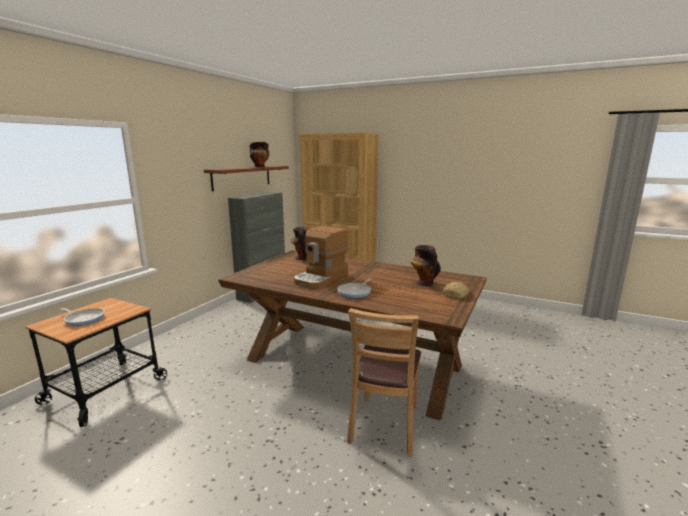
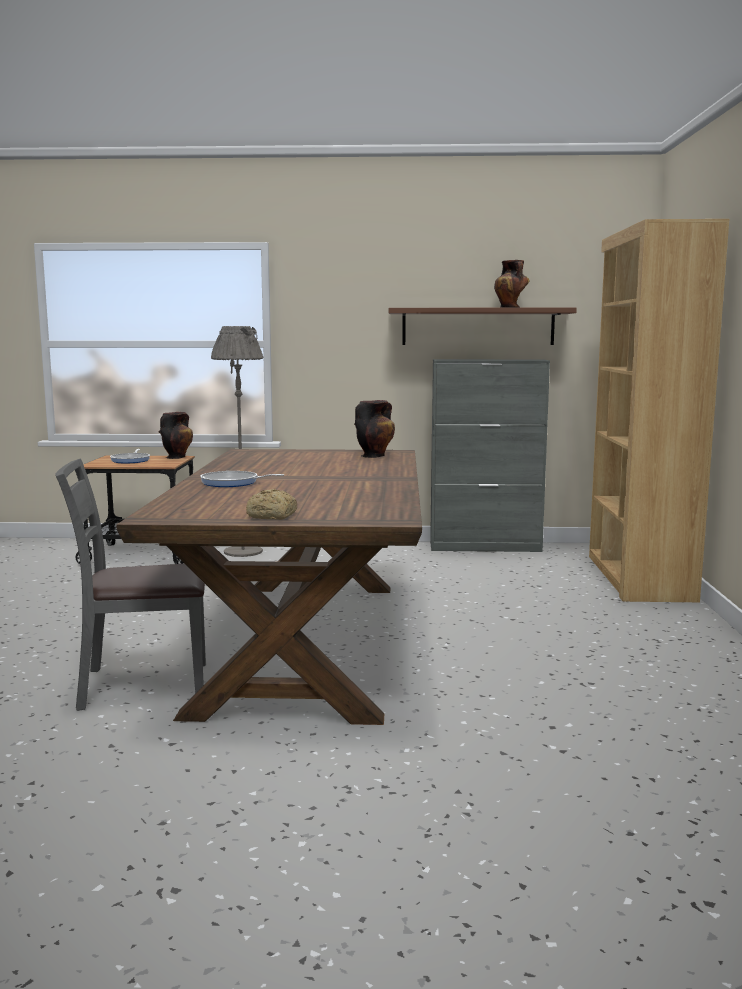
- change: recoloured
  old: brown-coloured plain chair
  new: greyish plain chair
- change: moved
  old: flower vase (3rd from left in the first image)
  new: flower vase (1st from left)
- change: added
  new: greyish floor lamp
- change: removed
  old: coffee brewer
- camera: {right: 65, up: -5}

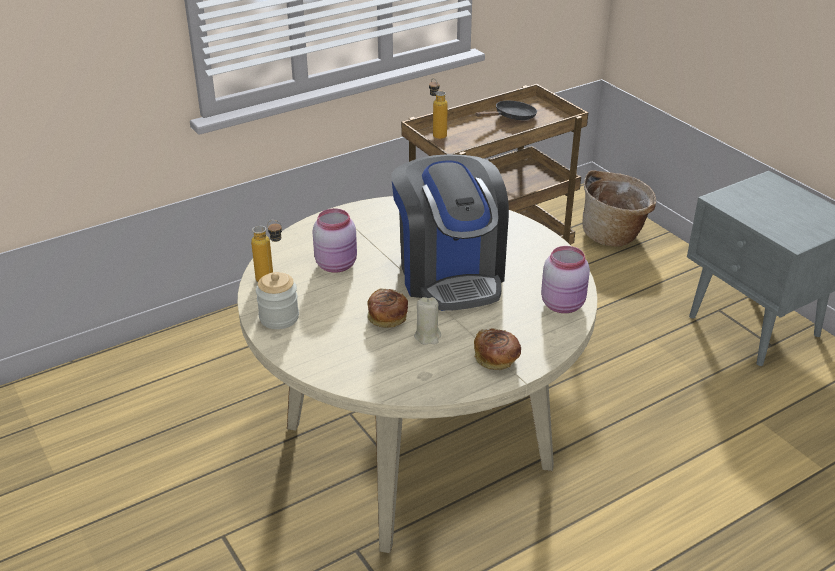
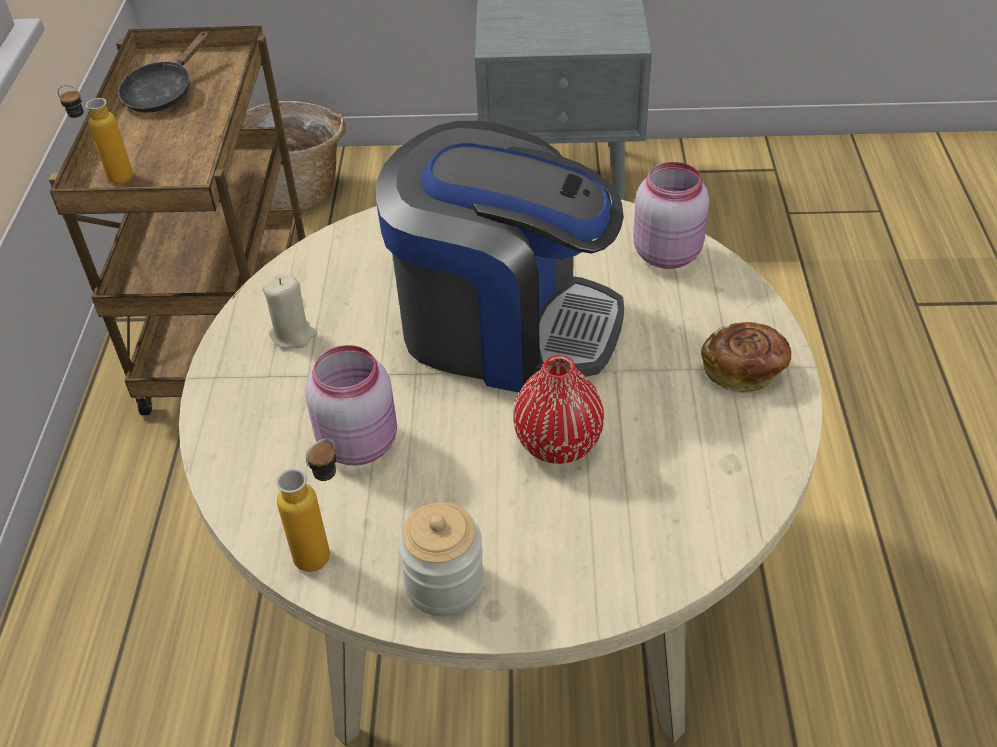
- change: turned
  old: black-coloured frying pan
  degrees: -150
- change: moved
  old: beige-coloured wax candle
- change: replaced
  old: bread (1st from left)
  new: red-coloured flower vase
- camera: {right: -55, up: 10}

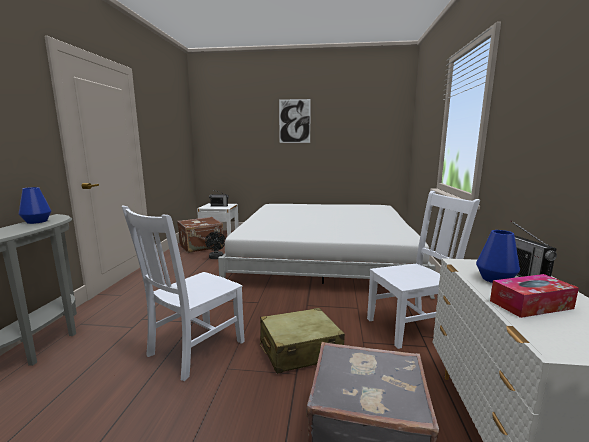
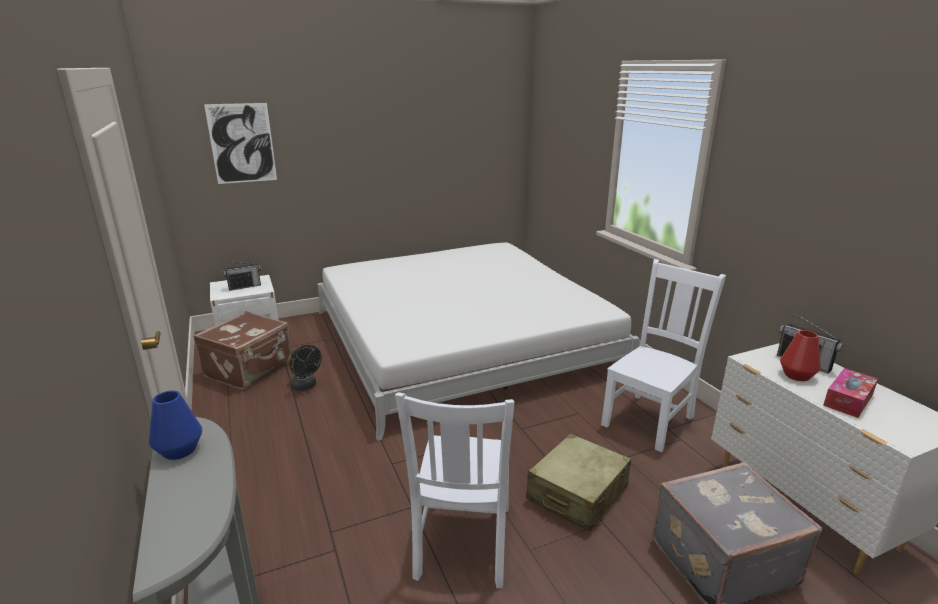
- change: moved
  old: wall picture
- change: recoloured
  old: blue flower vase (2nd from left)
  new: red-coloured flower vase
- camera: {right: -30, up: 10}

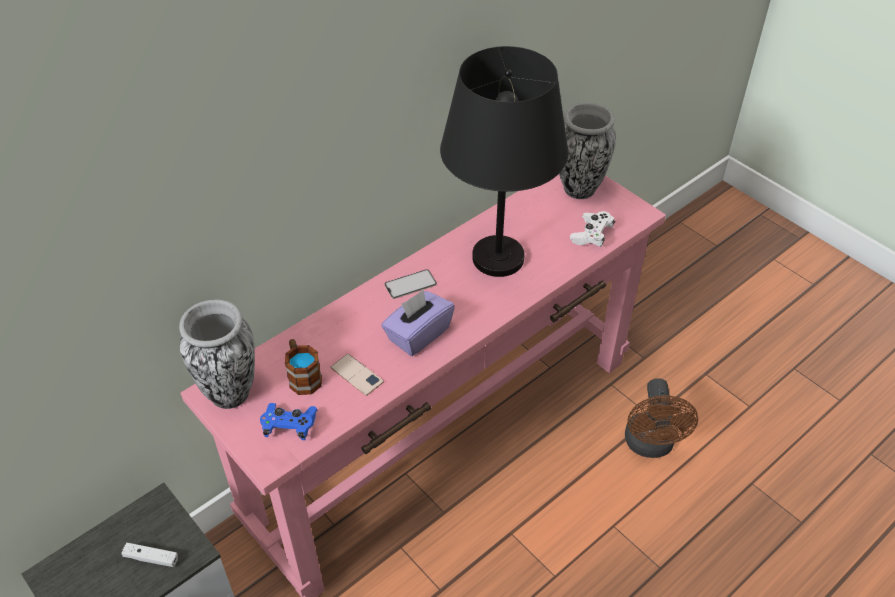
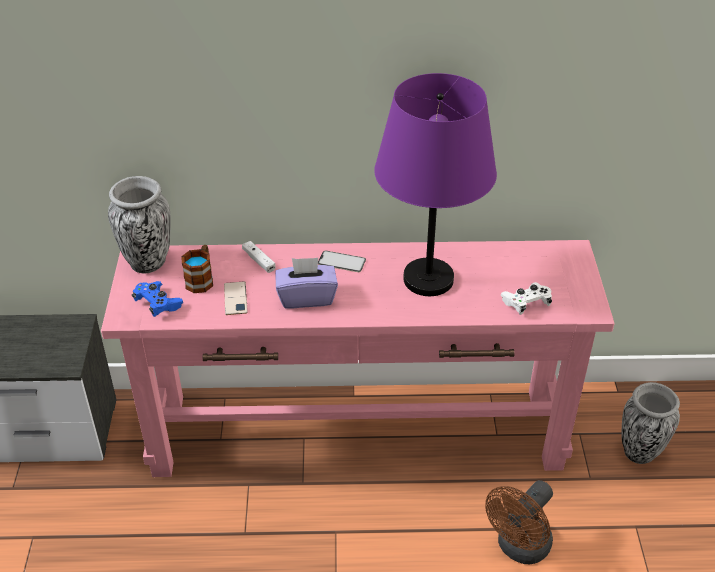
- change: moved
  old: whitish joypad (1st from left)
- change: recoloured
  old: black-coloured tabletop lamp
  new: purple tabletop lamp
- change: moved
  old: flower vase (2nd from left)
- camera: {right: 40, up: -5}

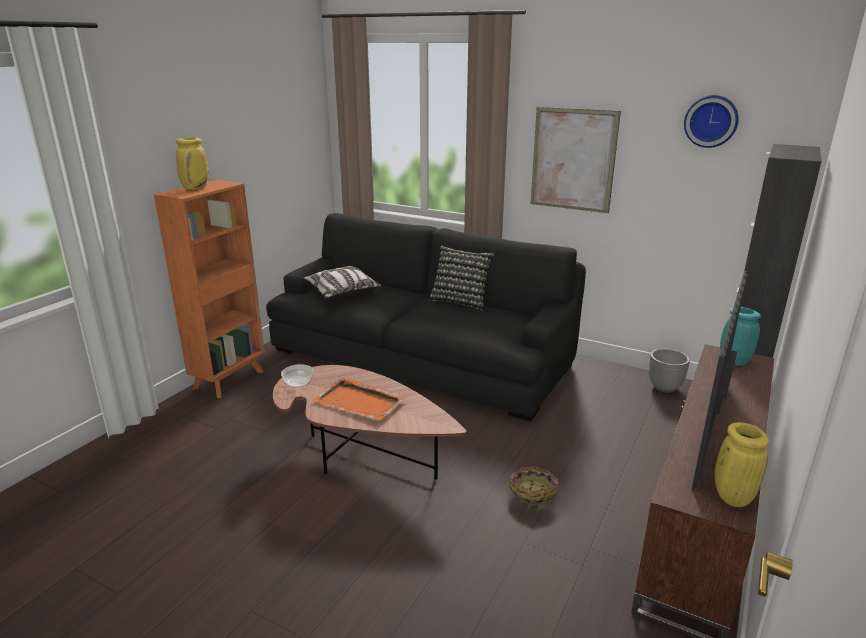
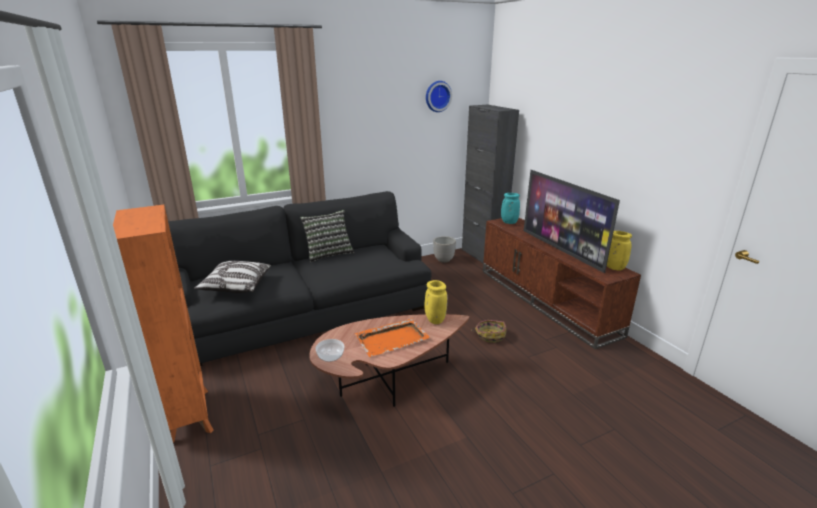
- change: moved
  old: yellowish flower vase (1st from left)
- change: removed
  old: wall picture
- camera: {right: -55, up: 0}

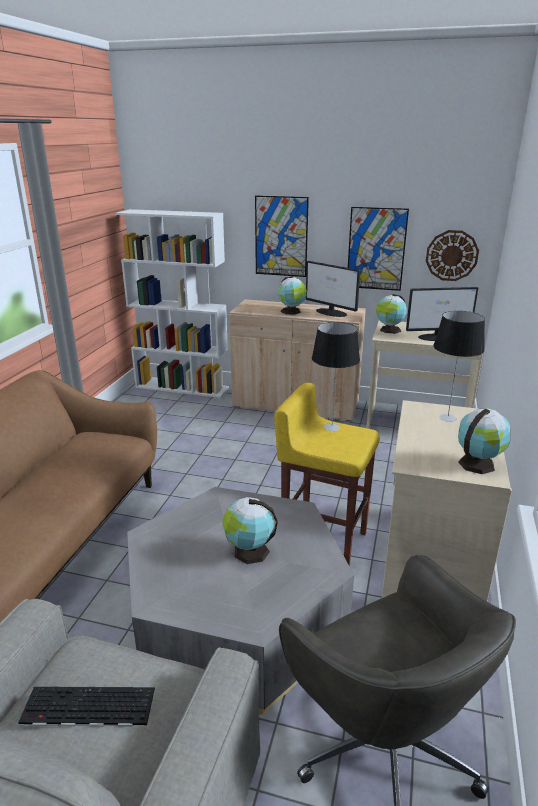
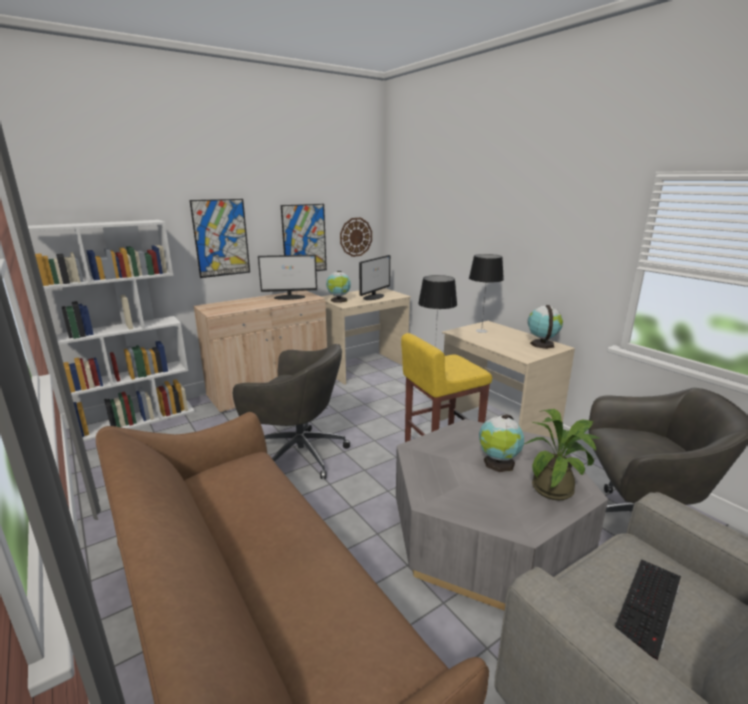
- change: added
  new: greyish desk chair (1st from left)
- change: added
  new: houseplant
- change: removed
  old: desk globe (2nd from left)
- camera: {right: -50, up: -5}

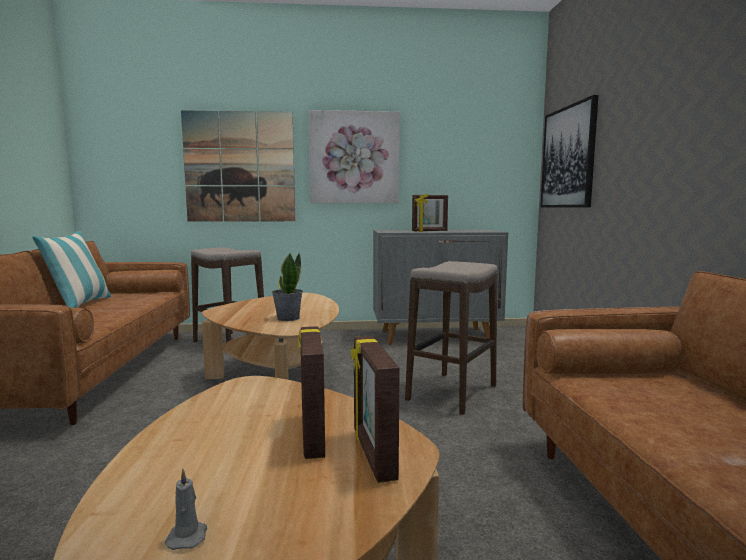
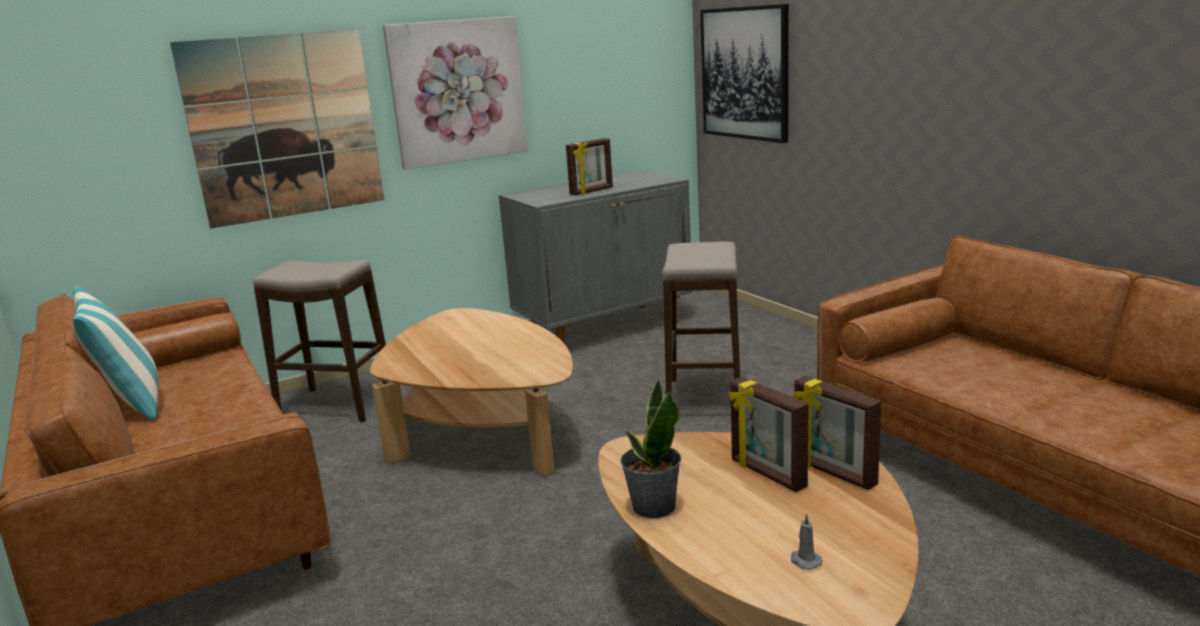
- change: moved
  old: houseplant
- camera: {right: -25, up: 10}

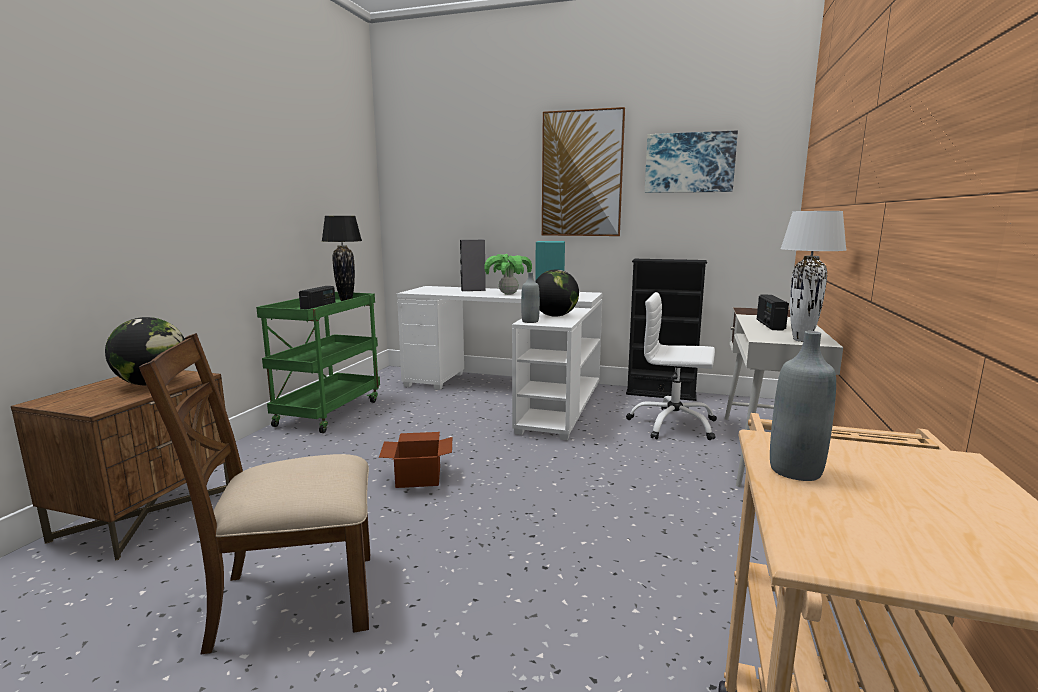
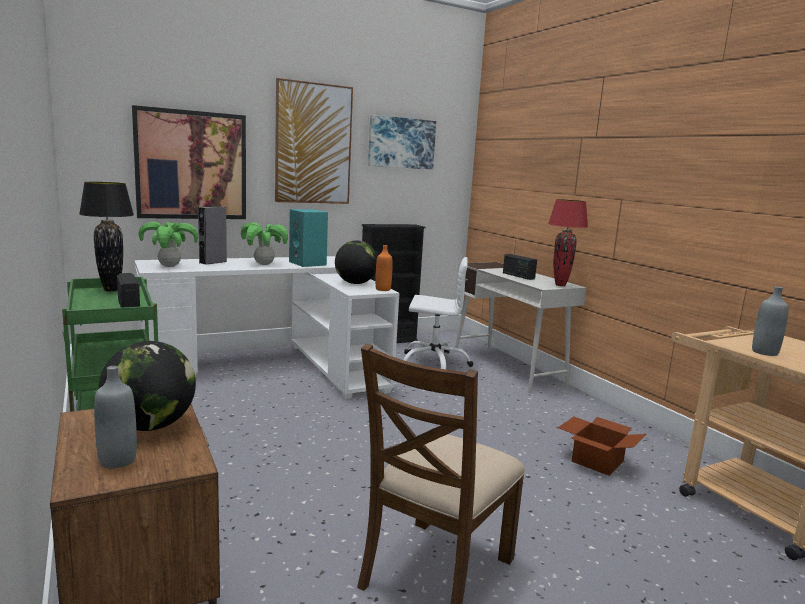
- change: moved
  old: greyish bottle (1st from left)
- change: added
  new: wall picture (1st from left)
- change: added
  new: houseplant (1st from left)
- change: added
  new: orange bottle
- change: turned
  old: whitish desk chair
  degrees: -150
- change: recoloured
  old: whitish tabletop lamp
  new: red-coloured tabletop lamp
- change: moved
  old: cardboard box
- camera: {right: -45, up: 0}

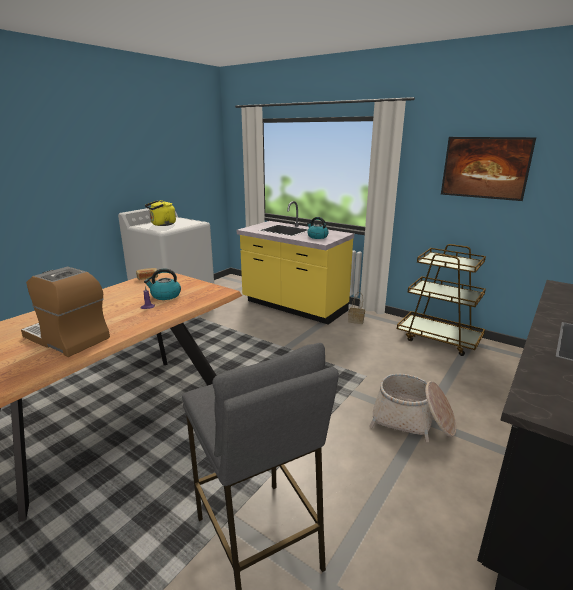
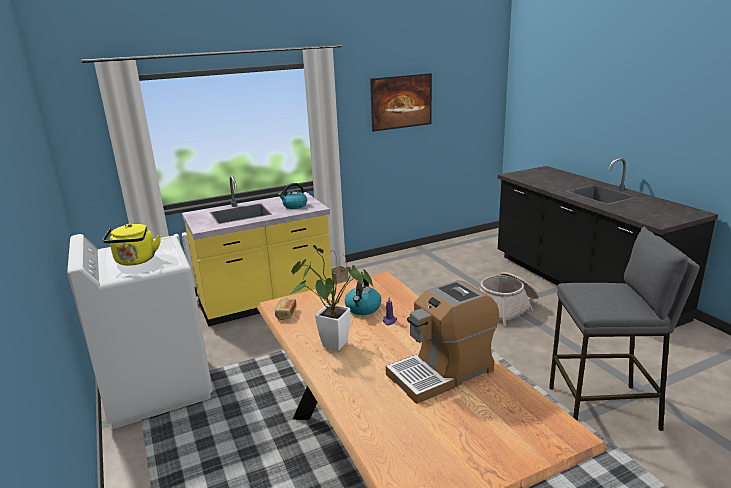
- change: added
  new: houseplant
- change: removed
  old: brown-coloured trolley
- camera: {right: -60, up: 0}

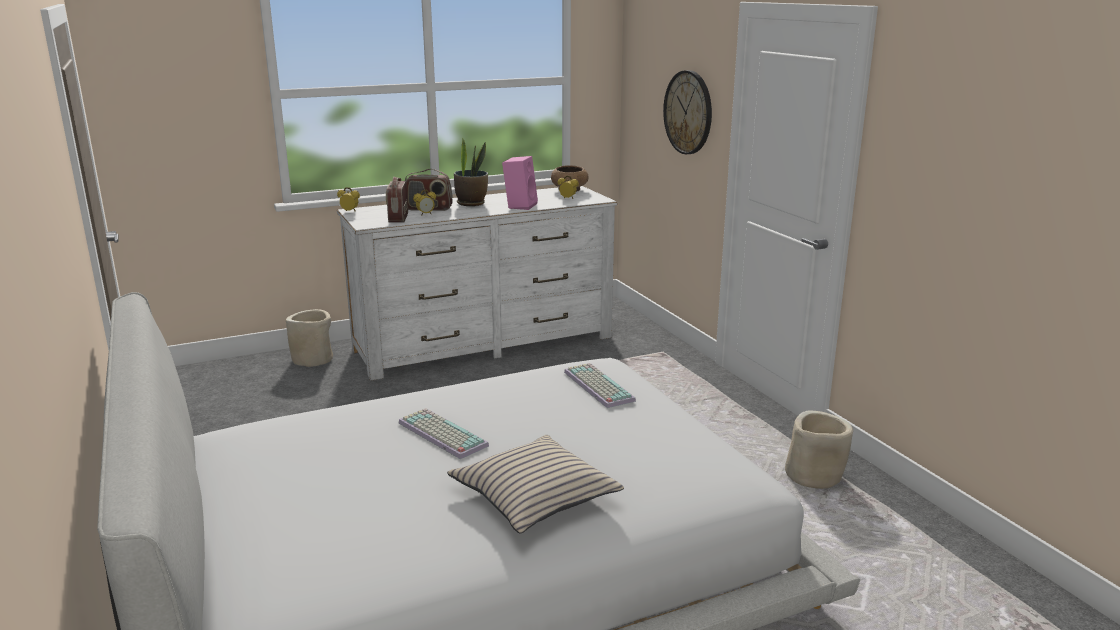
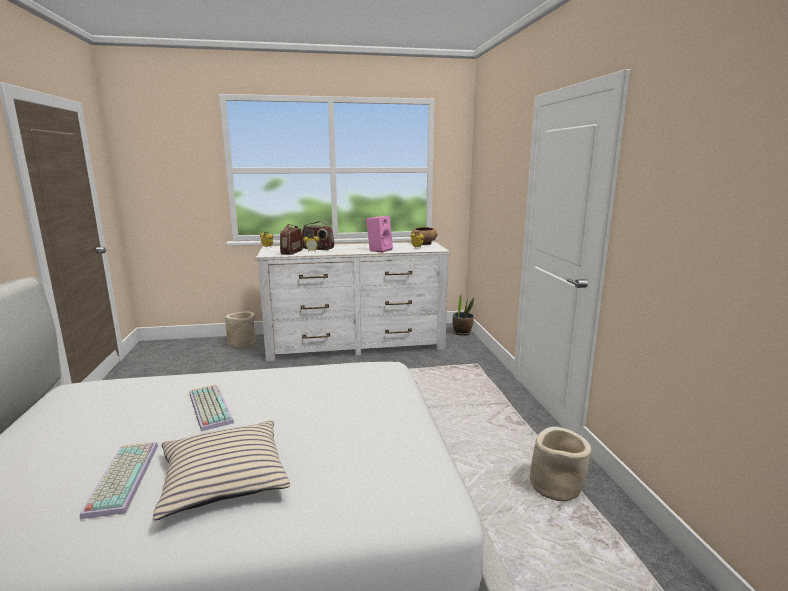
- change: moved
  old: PC keyboard (2nd from left in the first image)
  new: PC keyboard (1st from left)
- change: moved
  old: houseplant
- change: removed
  old: clock on the wall
- camera: {right: 15, up: -5}

